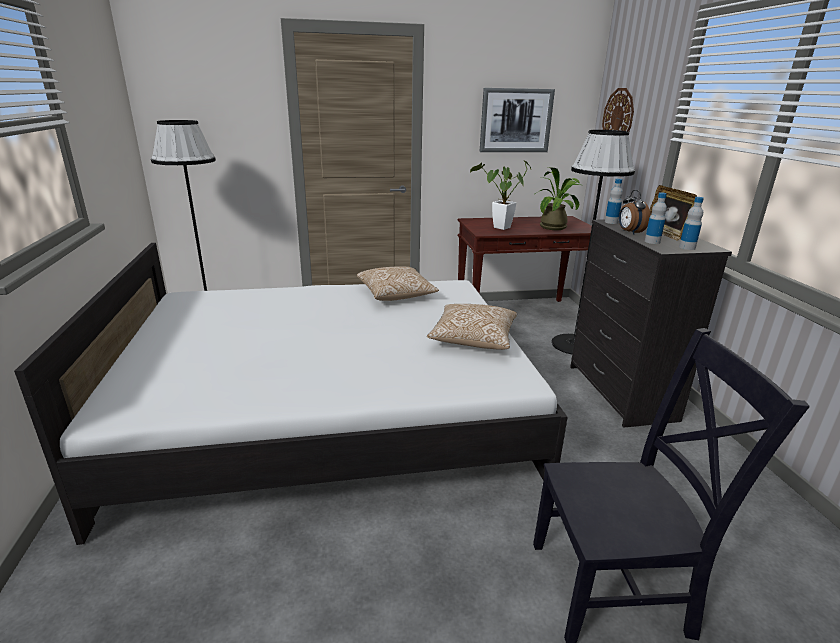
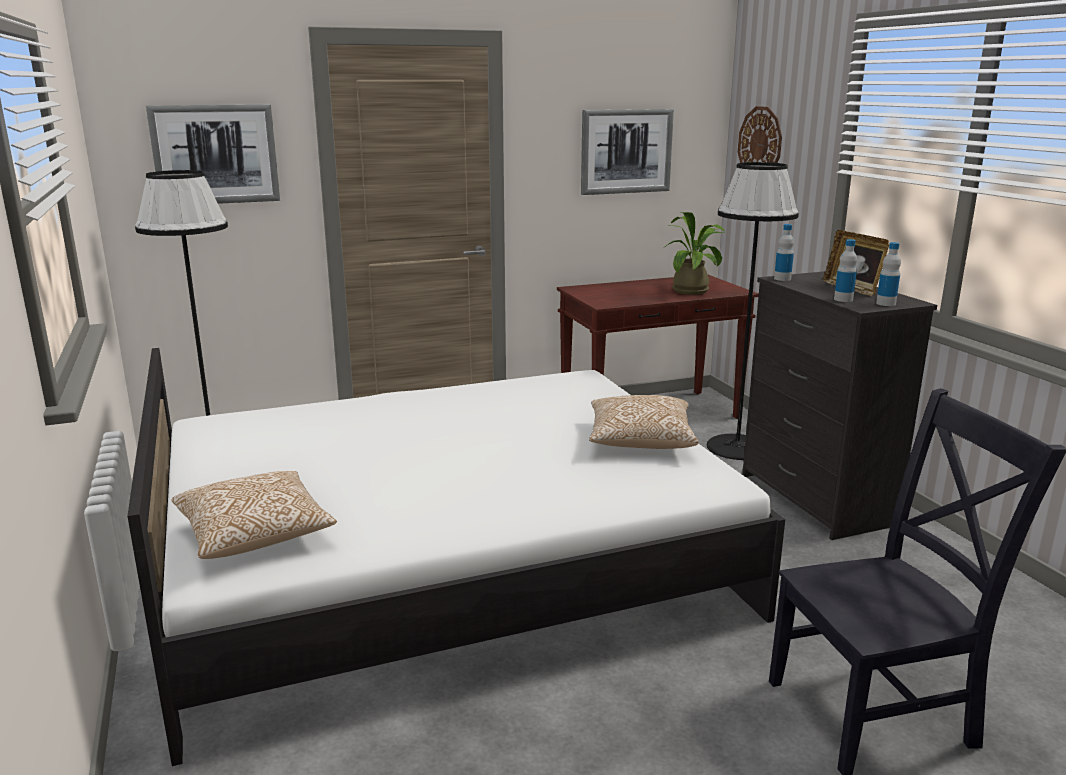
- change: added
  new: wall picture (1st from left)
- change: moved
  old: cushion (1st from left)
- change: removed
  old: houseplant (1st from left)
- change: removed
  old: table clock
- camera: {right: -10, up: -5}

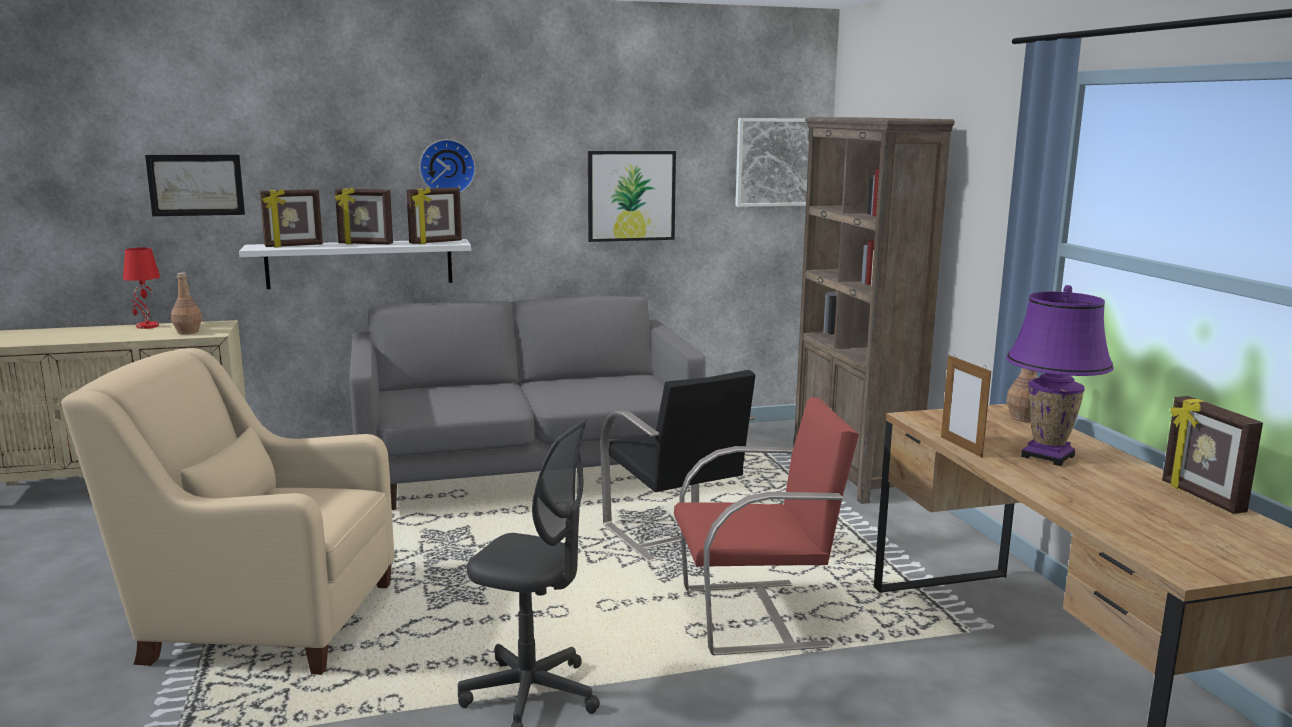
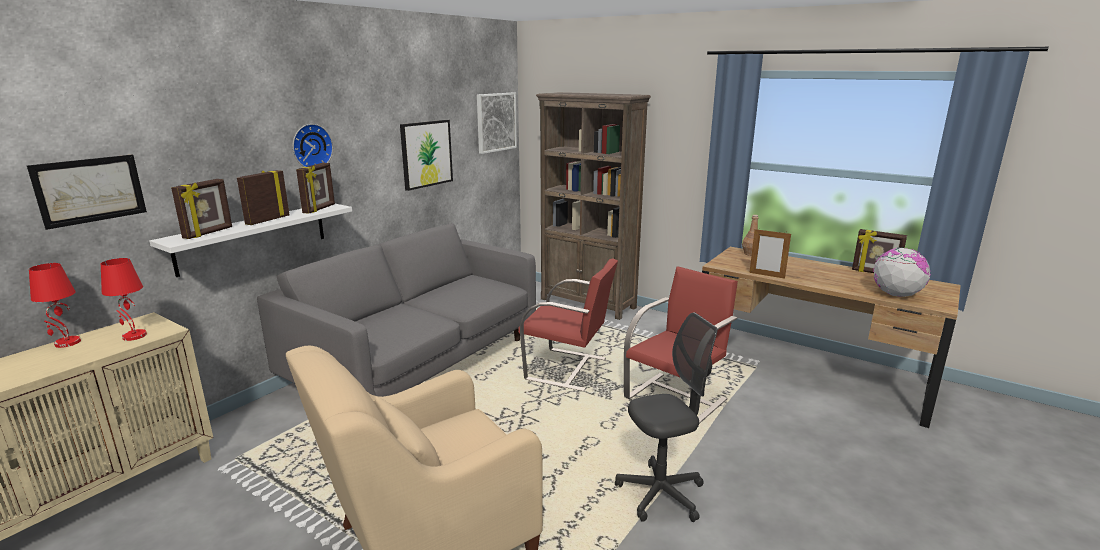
- change: replaced
  old: brown-coloured bottle (1st from left)
  new: red-coloured tabletop lamp (2nd from left)
- change: turned
  old: standing frame (2nd from left)
  degrees: 150
- change: recoloured
  old: black-coloured plain chair
  new: red-coloured plain chair (1st from left)
- change: added
  new: desk globe
- change: removed
  old: purple tabletop lamp
- camera: {right: -40, up: 5}

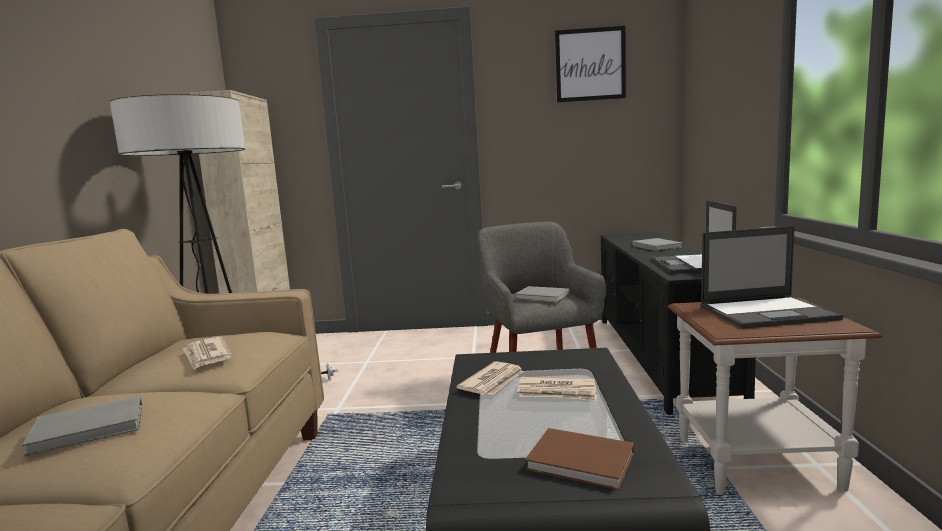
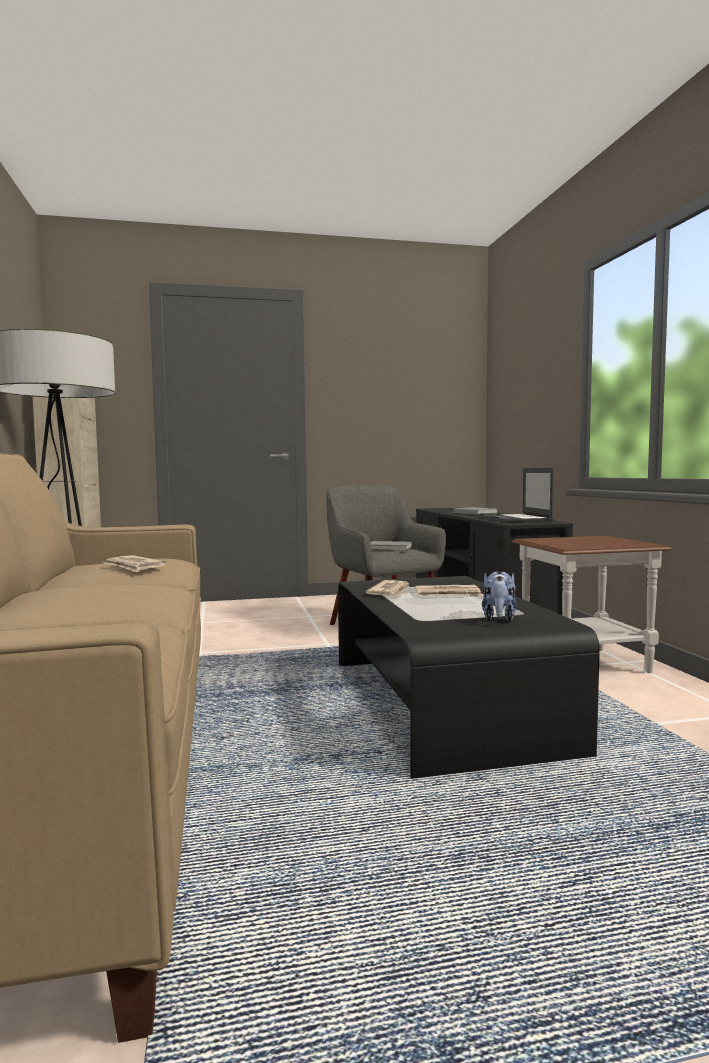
- change: replaced
  old: brown-coloured volume
  new: plush toy
- change: removed
  old: greyish volume (1st from left)
- change: removed
  old: wall picture
- change: removed
  old: notebook computer (2nd from left)
- camera: {right: -15, up: -5}

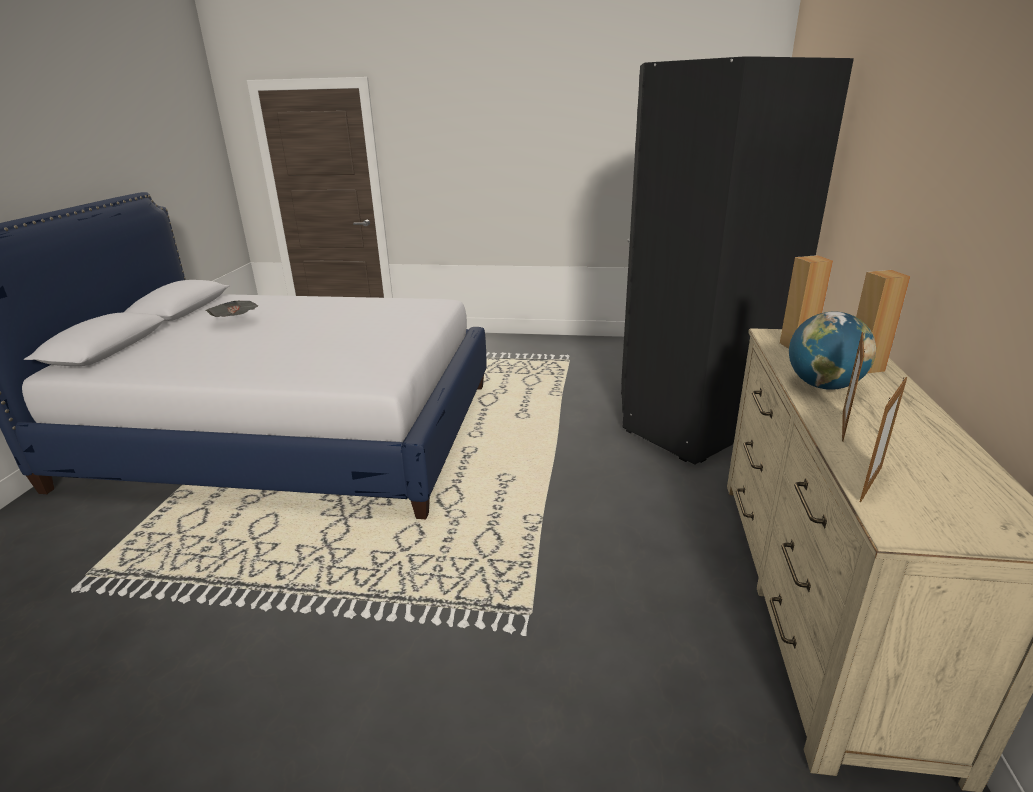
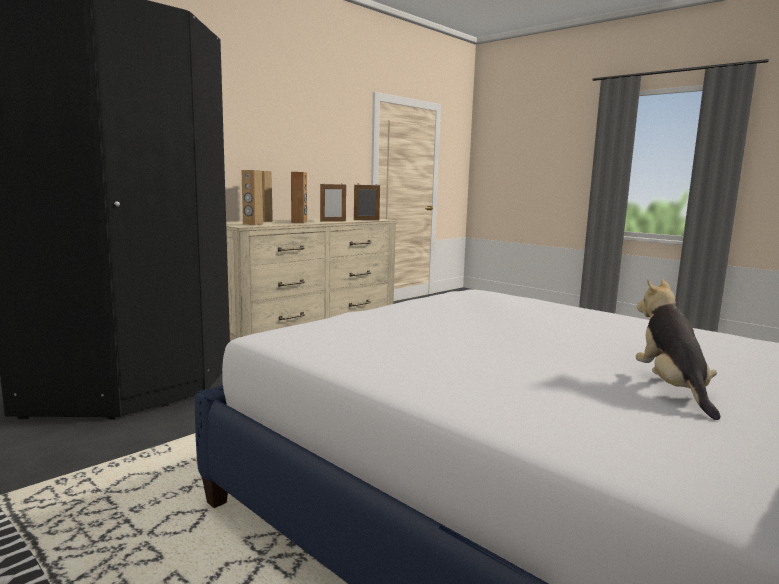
- change: replaced
  old: desk globe
  new: brown-coloured loudspeaker (3rd from left)
- change: replaced
  old: daily paper
  new: plush toy
- camera: {right: -145, up: -15}

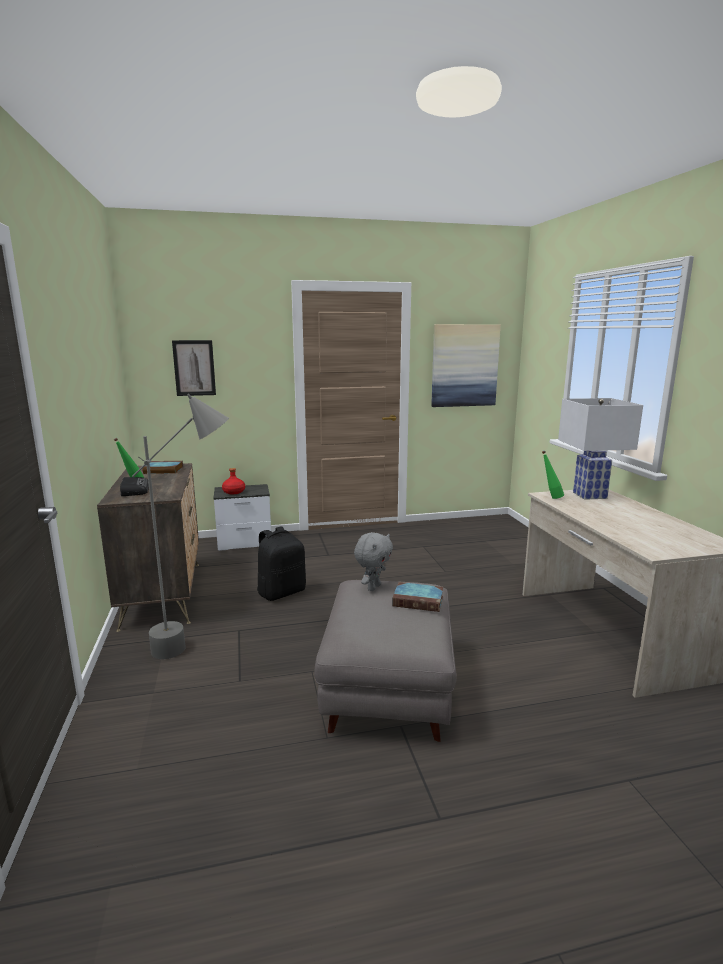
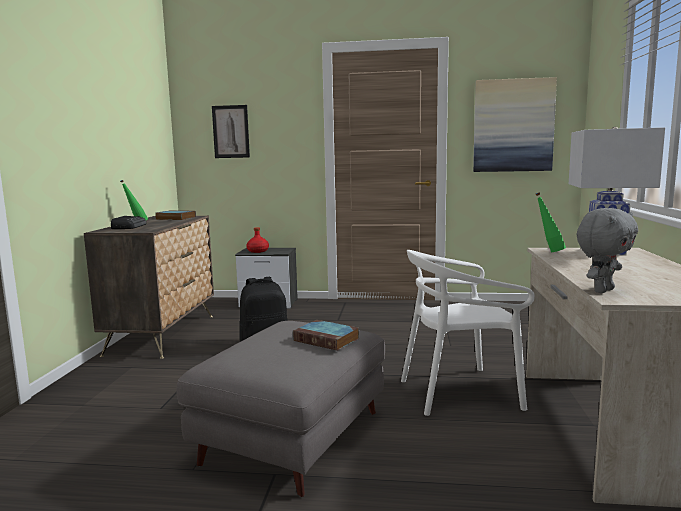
- change: added
  new: whitish plain chair
- change: moved
  old: greyish plush toy
- change: removed
  old: greyish floor lamp
- camera: {right: 20, up: -5}

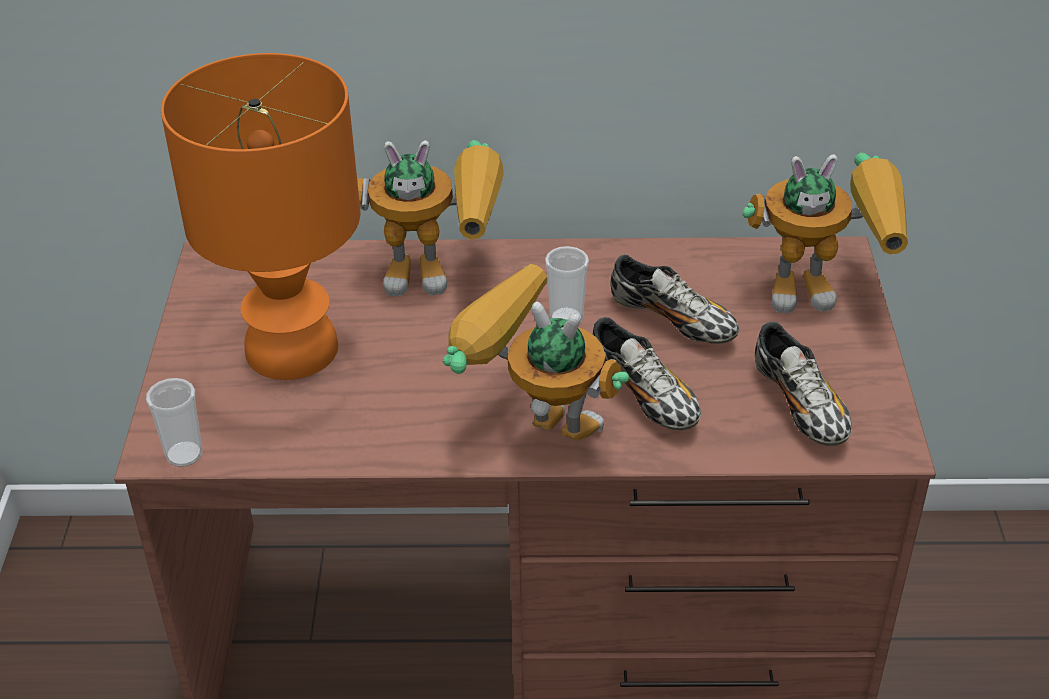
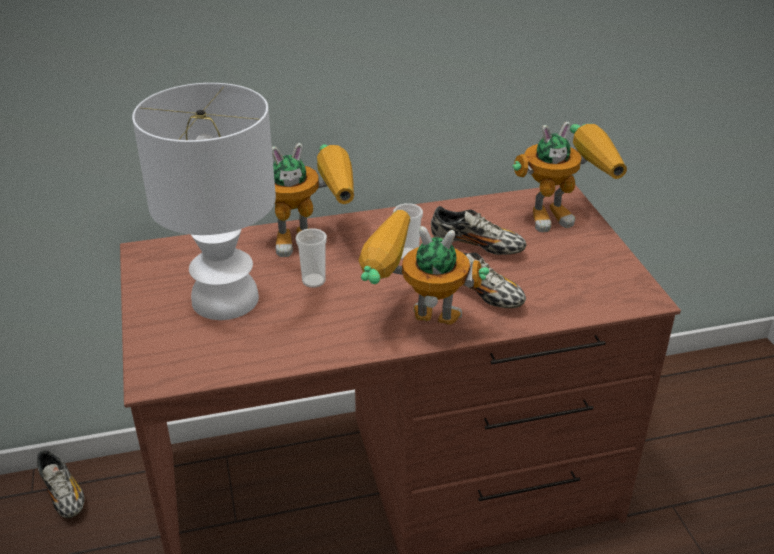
- change: moved
  old: item of footwear (3rd from left in the first image)
  new: item of footwear (1st from left)
- change: recoloured
  old: orange tabletop lamp
  new: whitish tabletop lamp
- change: moved
  old: cup (1st from left)
- camera: {right: -15, up: -5}

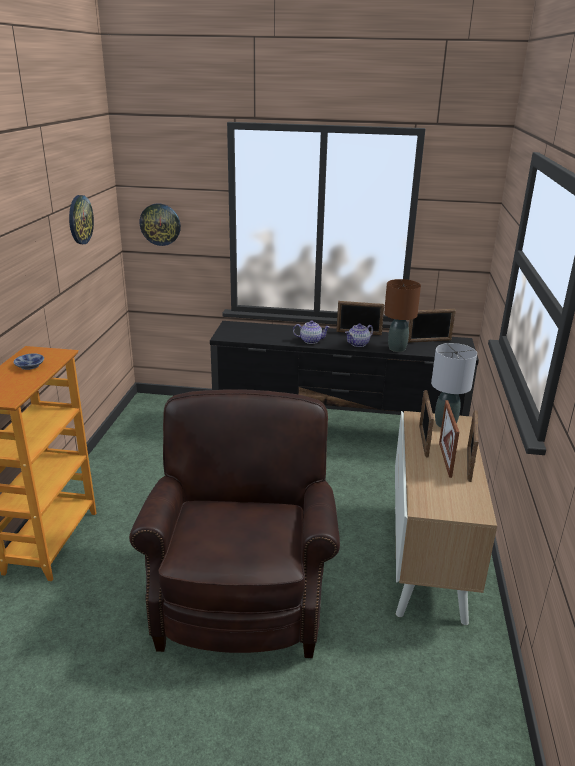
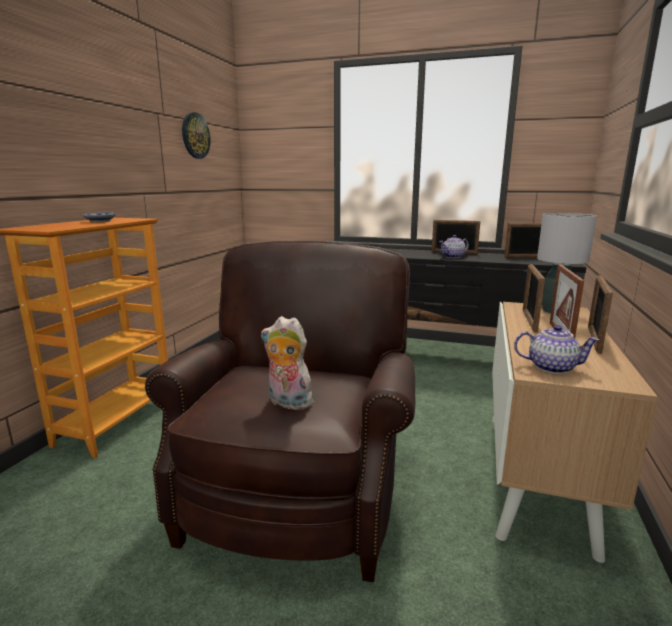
- change: added
  new: plush toy
- change: moved
  old: teapot (1st from left in the first image)
  new: teapot (2nd from left)
- change: removed
  old: clock on the wall (2nd from left)
- change: removed
  old: brown-coloured tabletop lamp
- camera: {right: 10, up: -10}

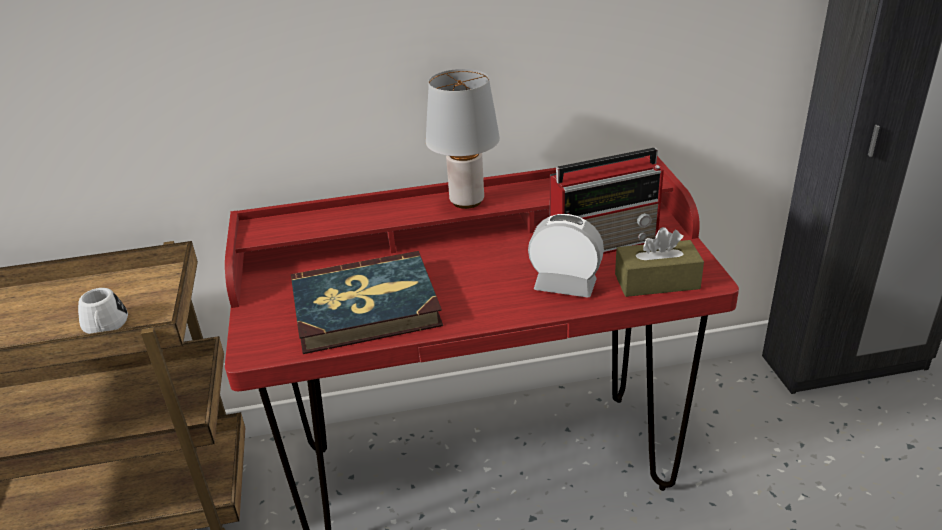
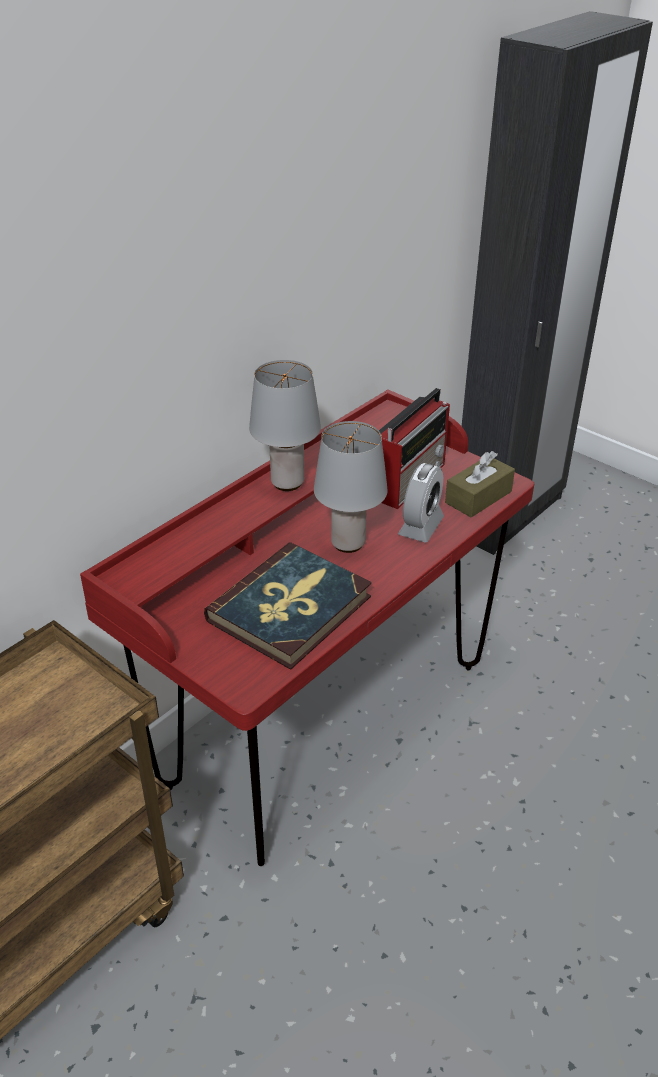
- change: added
  new: greyish tabletop lamp (2nd from left)
- change: turned
  old: table clock
  degrees: 135
- change: removed
  old: whitish mug
- camera: {right: -40, up: 5}

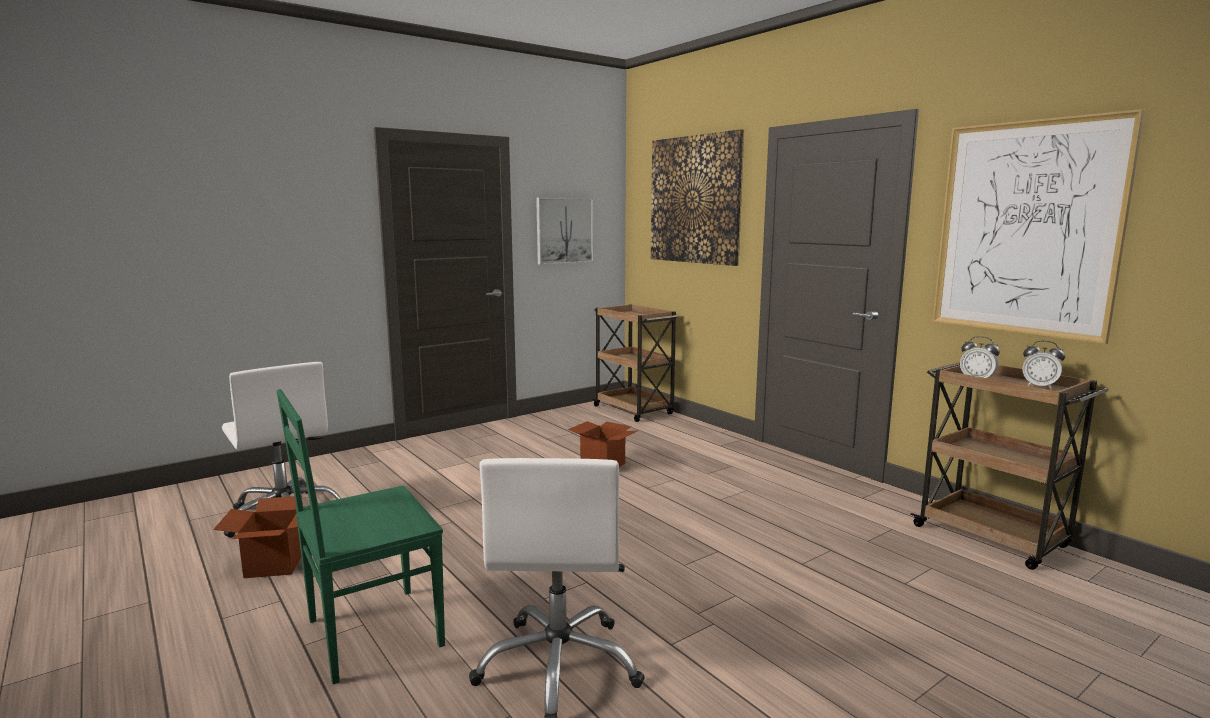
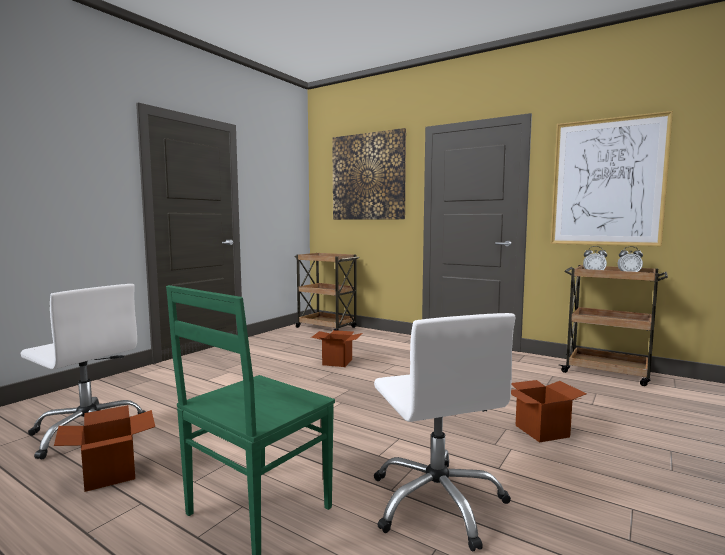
- change: added
  new: cardboard box (3rd from left)
- change: removed
  old: wall picture (1st from left)
- camera: {right: -20, up: -5}

